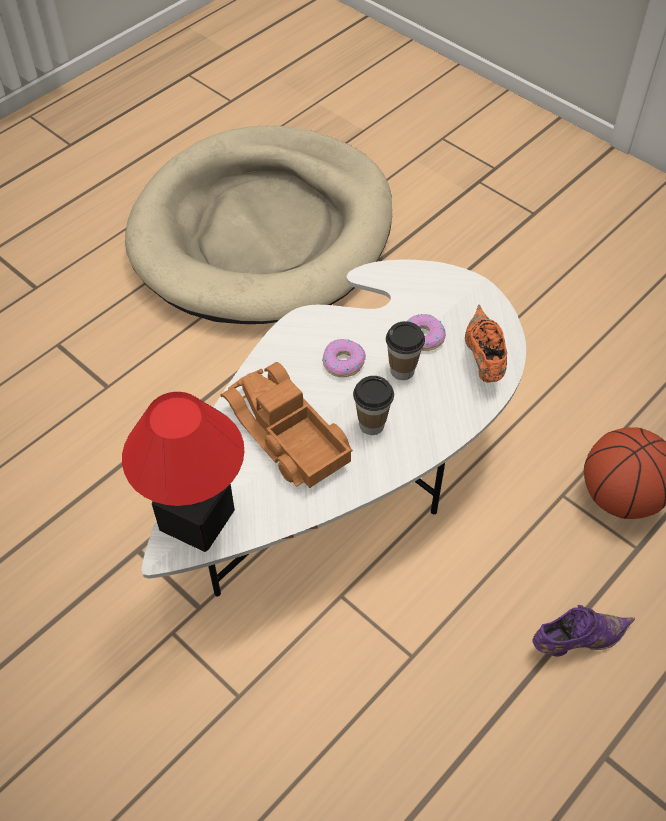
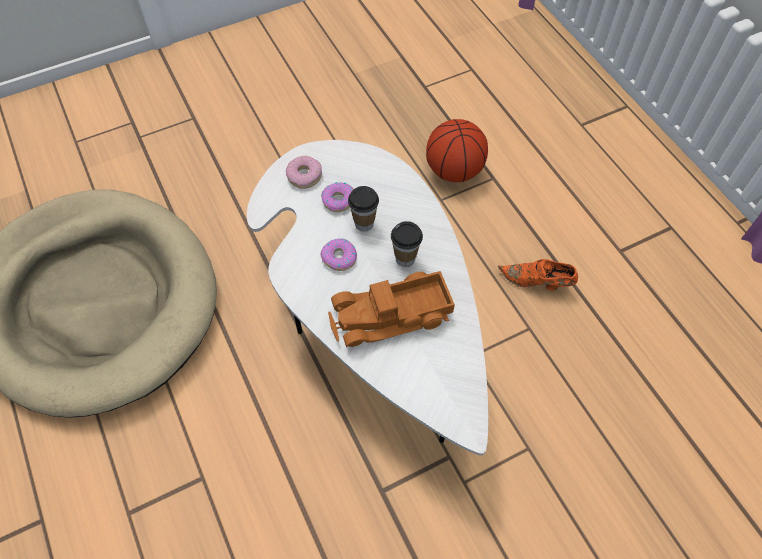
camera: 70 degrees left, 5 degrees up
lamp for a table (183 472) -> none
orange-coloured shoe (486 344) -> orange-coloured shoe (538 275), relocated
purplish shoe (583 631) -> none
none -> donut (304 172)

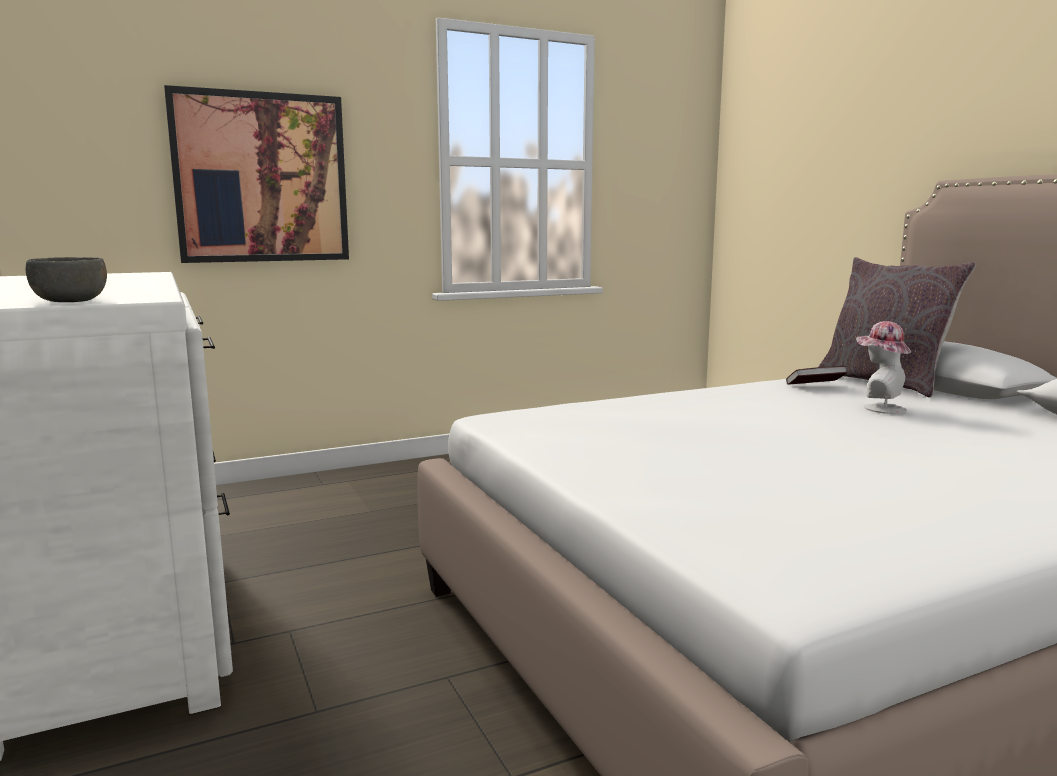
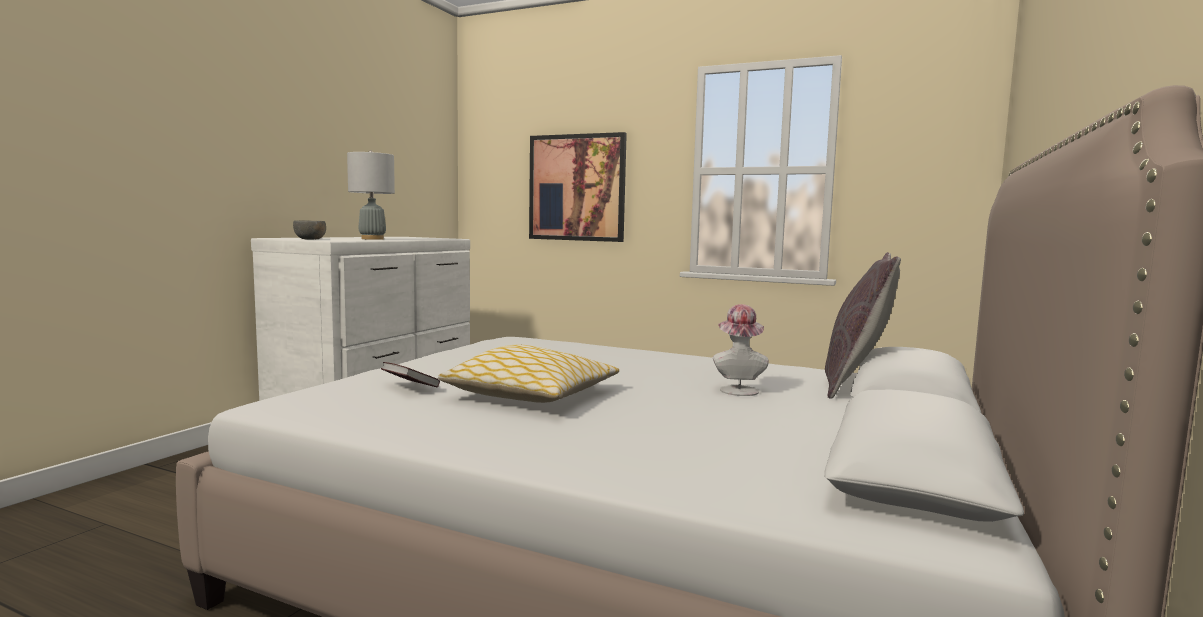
camera: 50 degrees right, 5 degrees down
bound book (817 375) -> bound book (410 374), relocated
none -> grey lamp for a table (371 195)
none -> throw pillow (528 374)

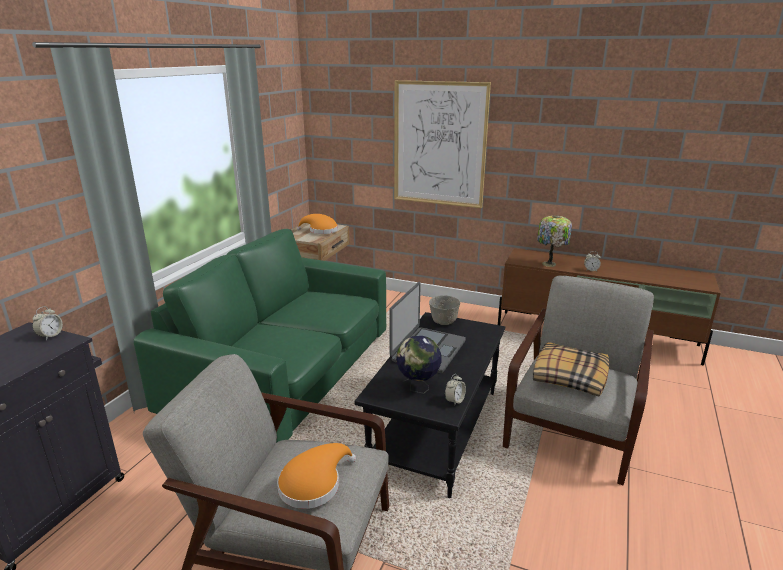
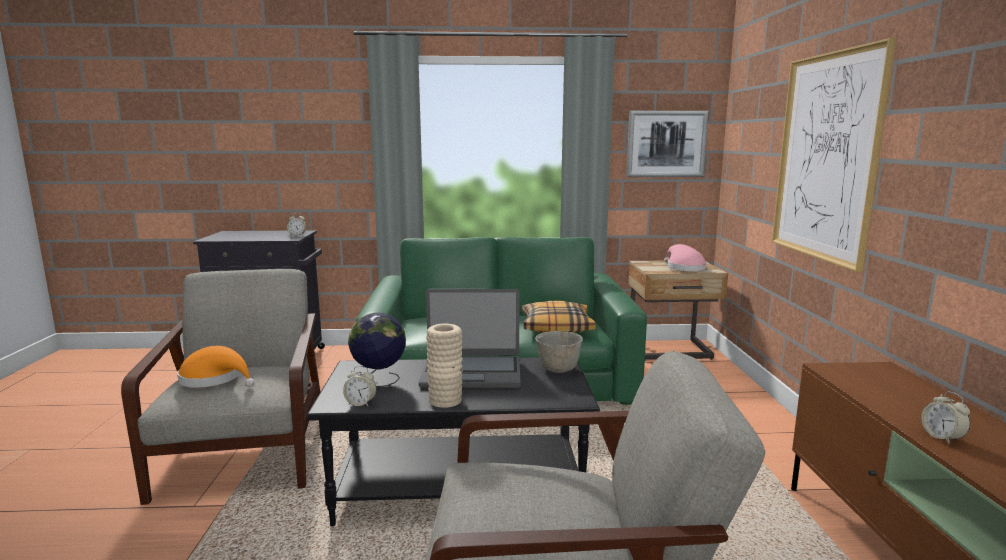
camera: 65 degrees right, 10 degrees down
orange-coloured wearable hat (317 224) -> pink-coloured wearable hat (685 257)
throw pillow (571 369) -> throw pillow (559 317), relocated
lamp for a table (554 241) -> none
none -> beige-coloured decorative vase (444 366)
none -> wall picture (667 144)

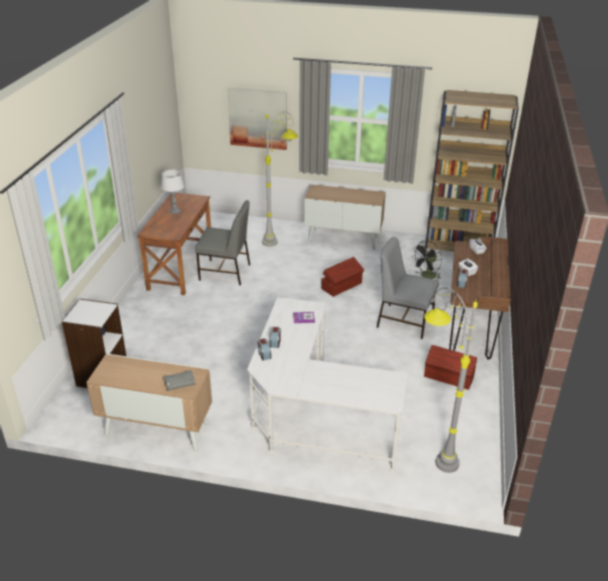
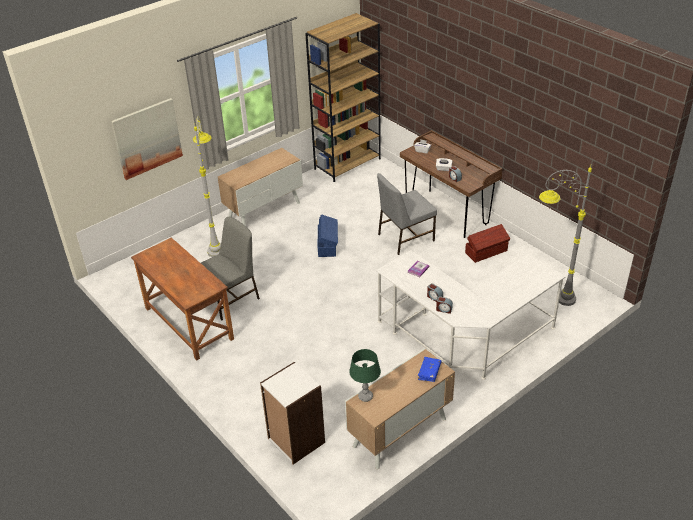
camera: 50 degrees left, 5 degrees up
white-coloured lamp for a table (172 192) -> none
grey bound book (179 380) -> blue bound book (429 369)
brown storage box (342 277) -> blue storage box (328 235)
black fan (426 260) -> none
none -> green-coloured lamp for a table (365 375)

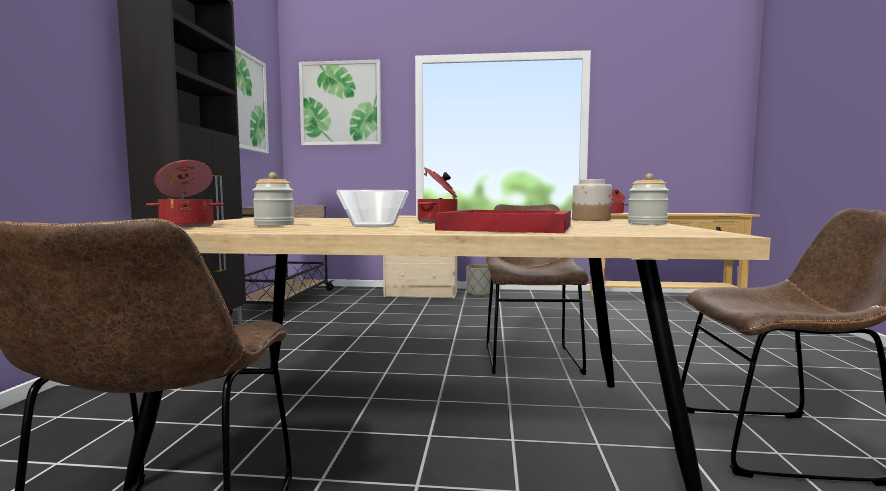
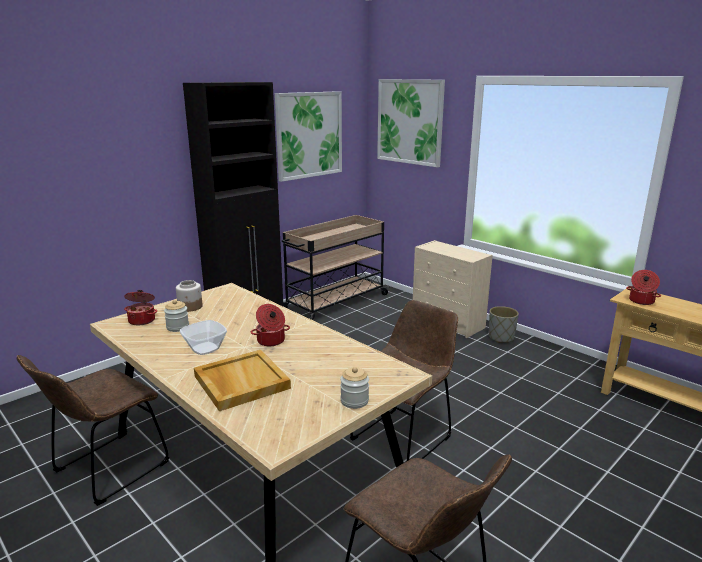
camera: 40 degrees right, 15 degrees up
reddish serving tray (503 221) -> beige-coloured serving tray (242 380)
storage jar (592 200) -> storage jar (189 296), relocated

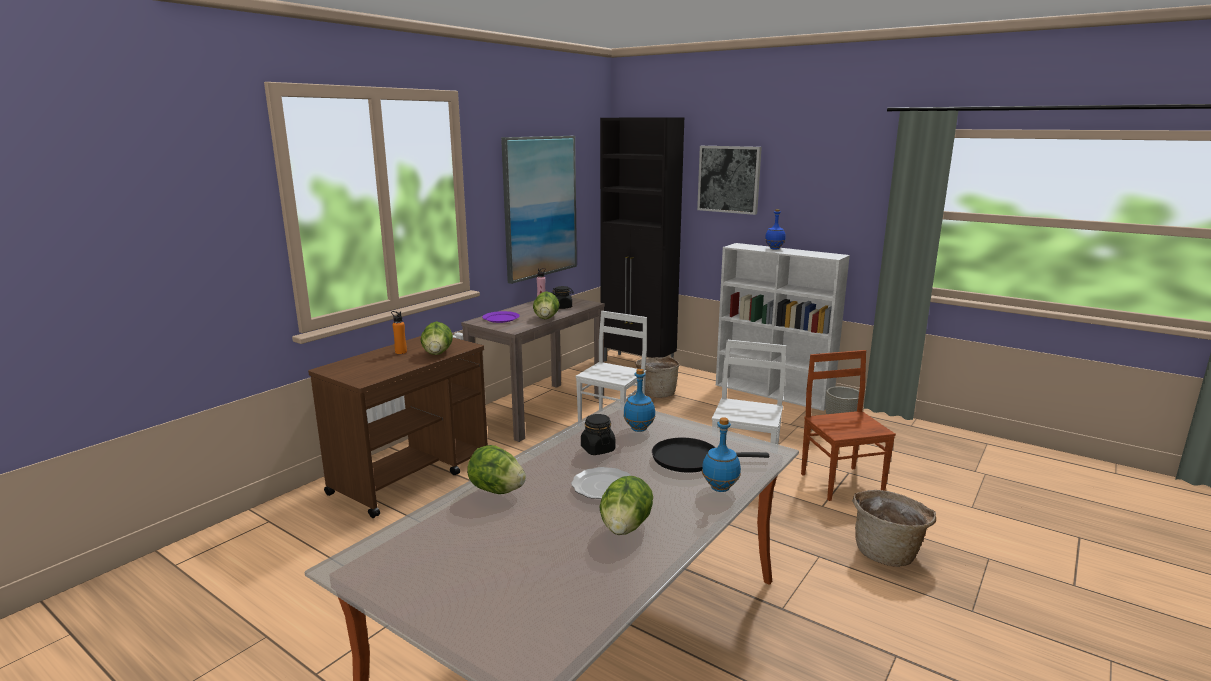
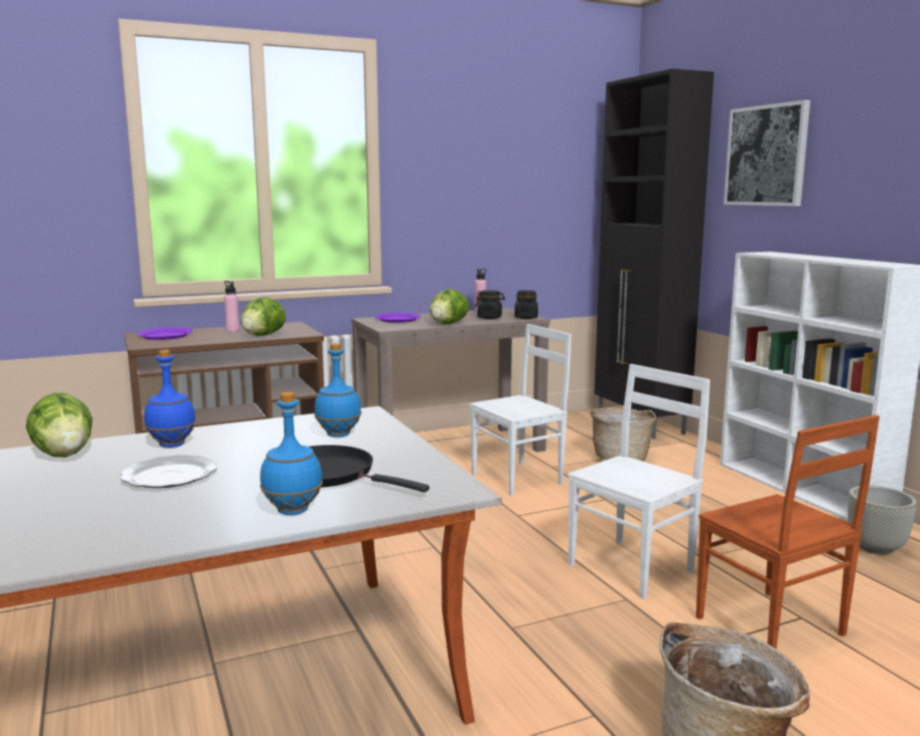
camera: 30 degrees right, 5 degrees down
orange-coloured beverage bottle (399 332) -> pink-coloured beverage bottle (232 306)
wall picture (539 210) -> none
black storage jar (598 434) -> black storage jar (526 304), relocated
head of lettuce (626 505) -> none
blue beverage bottle (775 229) -> blue beverage bottle (170 399), relocated
brown upright chair (848 425) -> brown upright chair (788 532), 135 degrees clockwise
none -> purplish dinner plate (164 334)

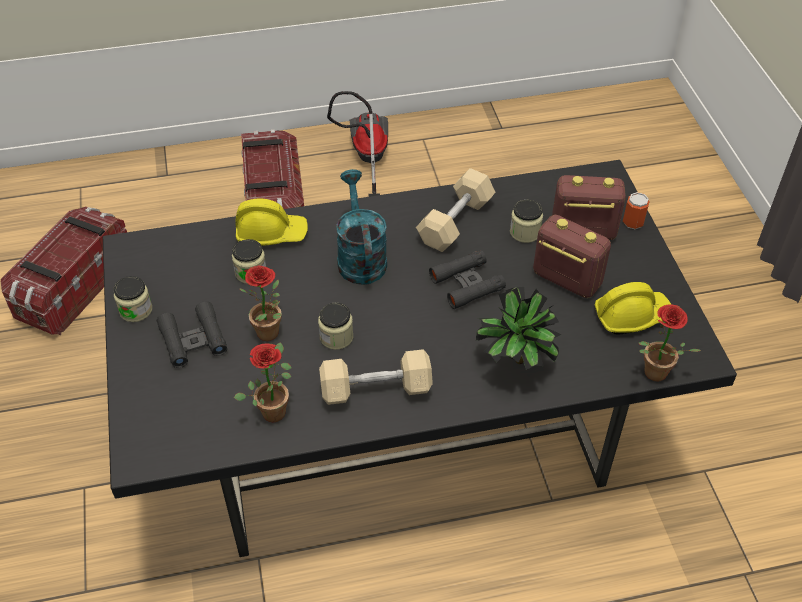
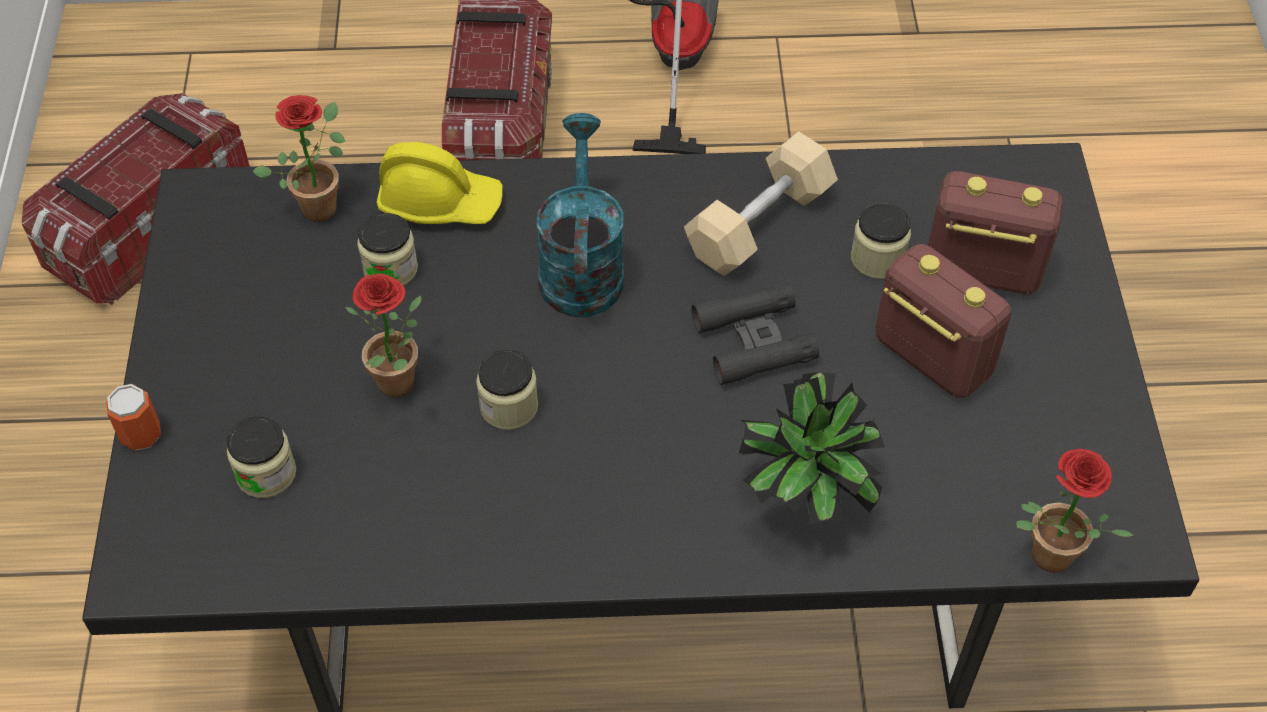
camera: 10 degrees right, 5 degrees up
storage jar (133 299) -> storage jar (261 457), relocated
black field glasses (192 334) -> none
potted plant (262 382) -> potted plant (299 158), relocated
beige-coloured free weight (376 377) -> none
yellow hard hat (633 308) -> none
can (636 210) -> can (133 417), relocated

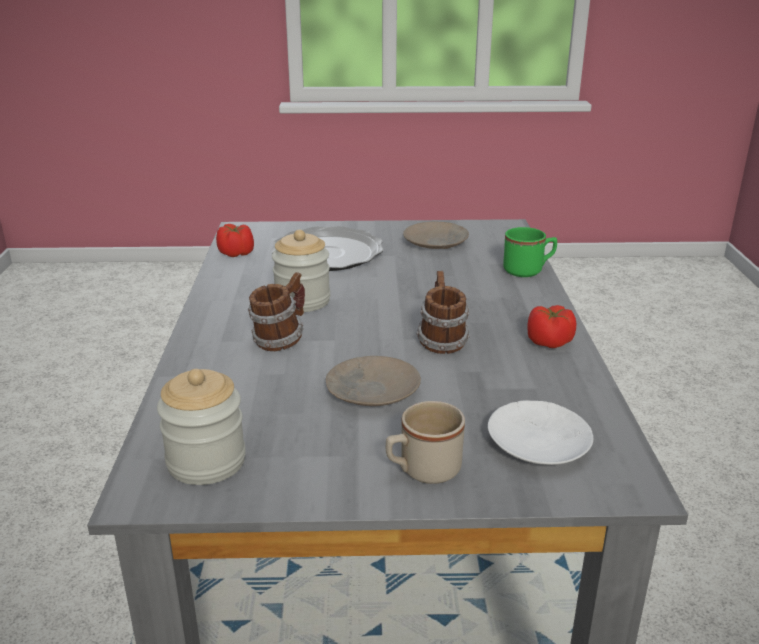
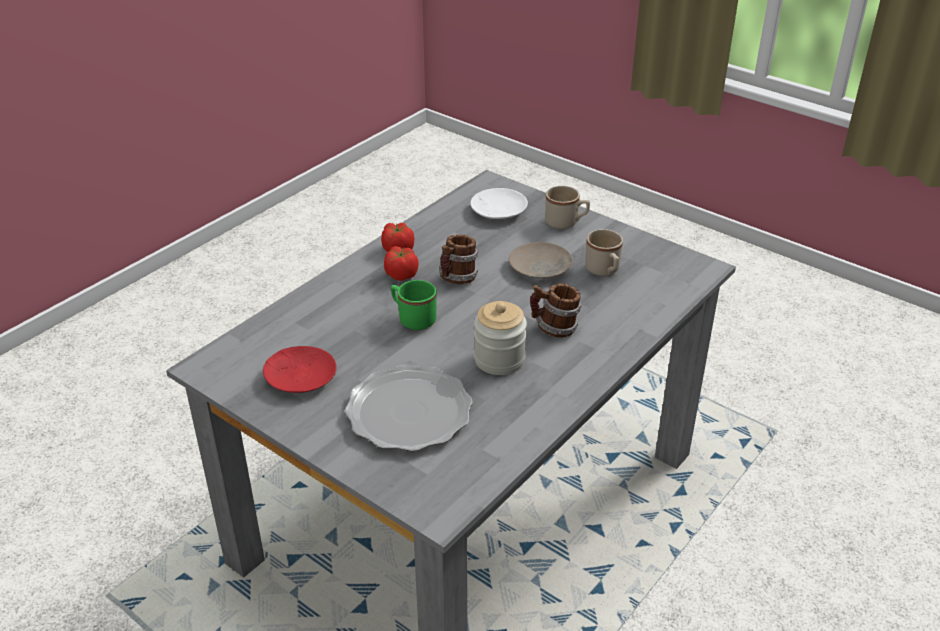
camera: 140 degrees left, 10 degrees up
storage jar (201 427) -> none
whole tomato (235 240) -> whole tomato (401 263), relocated
beige-coloured dinner plate (436 235) -> reddish dinner plate (299 369)
green-coloured tea mug (530 252) -> green-coloured tea mug (414 305), relocated
none -> beige-coloured tea mug (604 252)

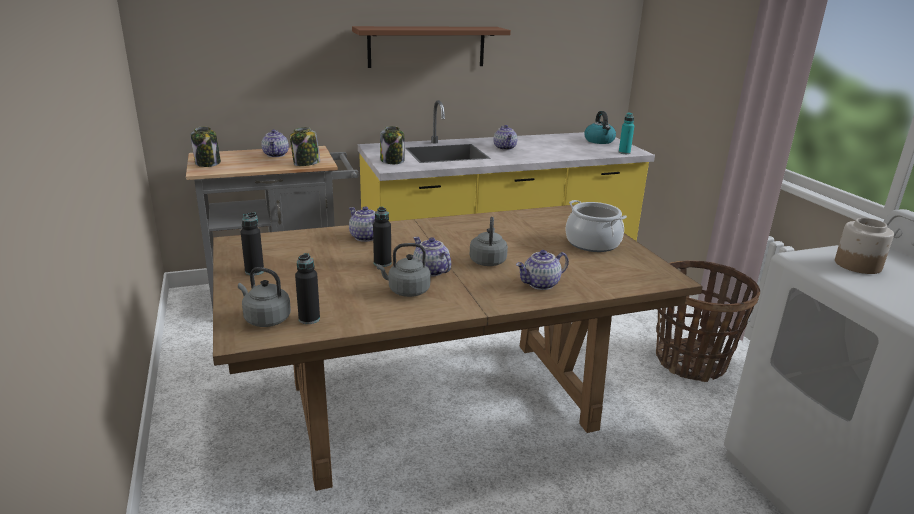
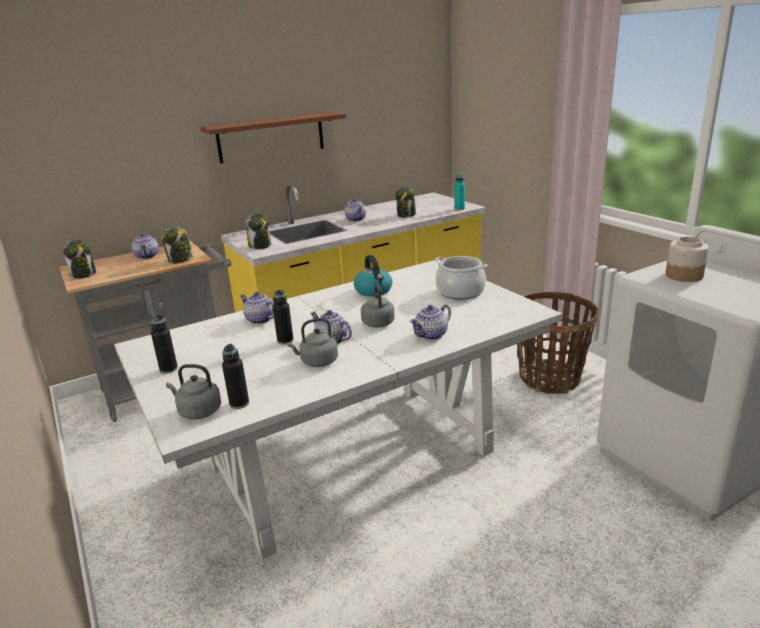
camera: 10 degrees left, 0 degrees up
brown dinner table (458 348) -> white-coloured dinner table (338 410)
tea kettle (600 127) -> tea kettle (373 276), relocated
none -> storage jar (406 202)

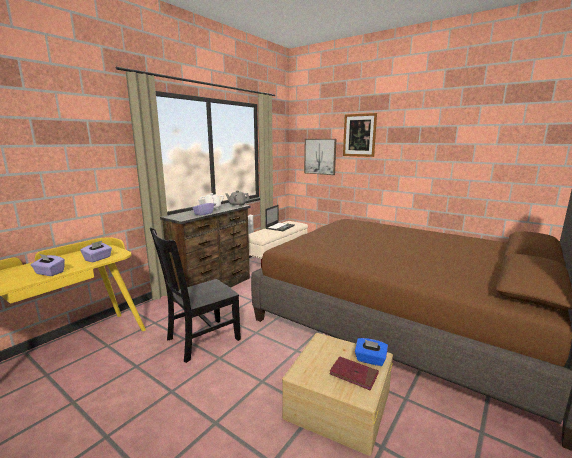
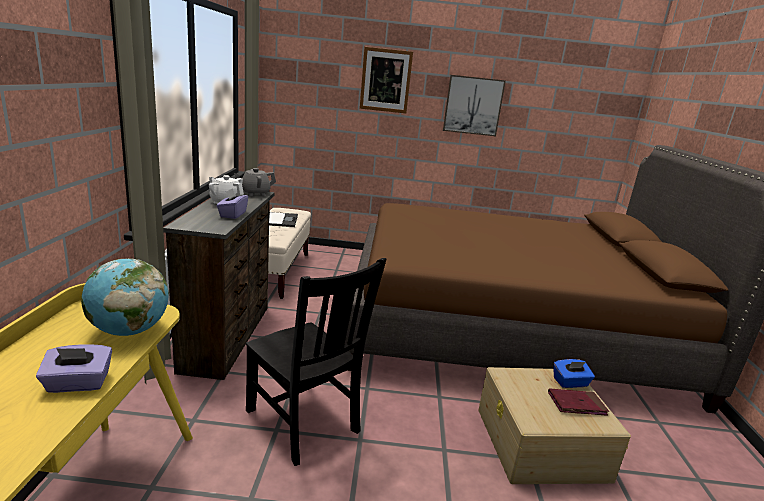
camera: 35 degrees left, 5 degrees up
purplish tissue box (96 251) -> desk globe (125 297)
black upright chair (195 295) -> black upright chair (316 362), 60 degrees counterclockwise
wall picture (320 157) -> wall picture (474 105), relocated

